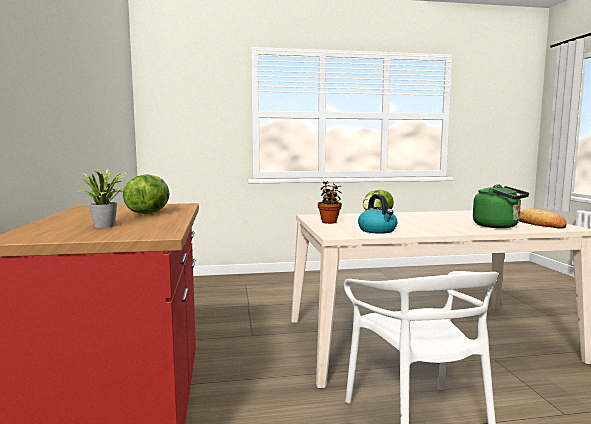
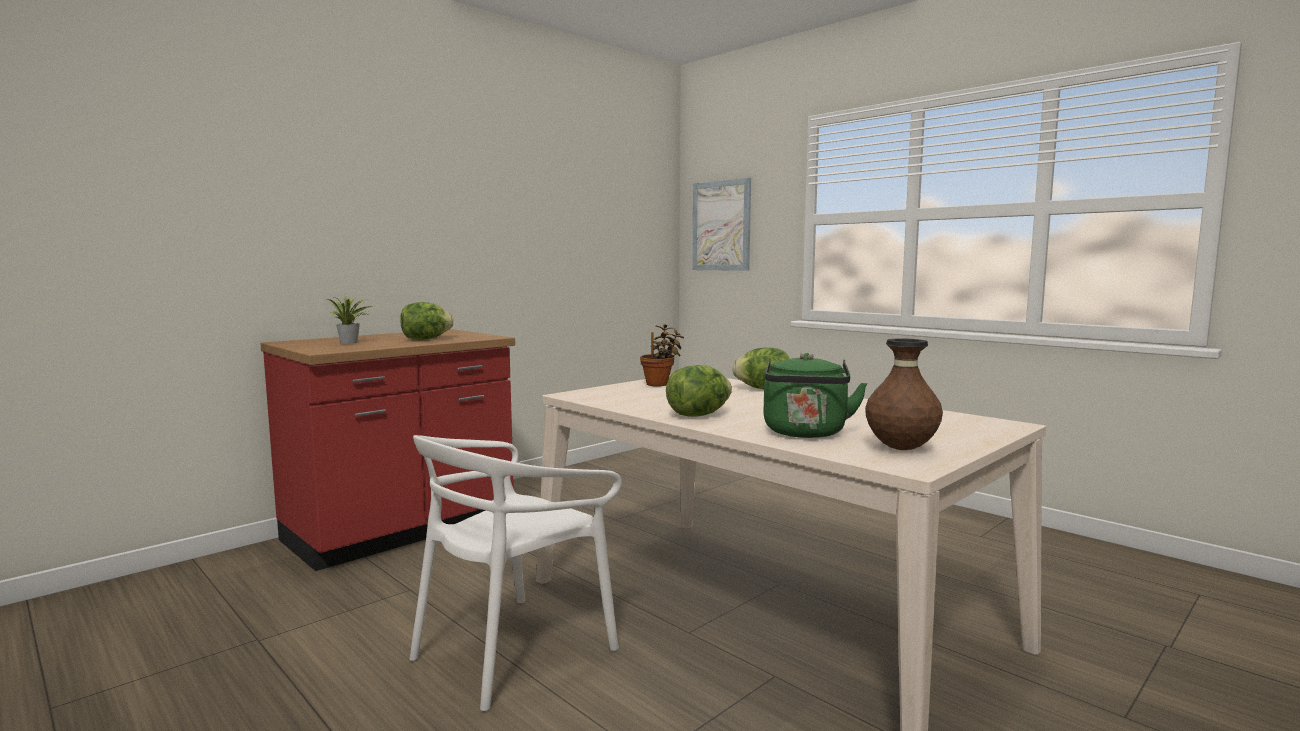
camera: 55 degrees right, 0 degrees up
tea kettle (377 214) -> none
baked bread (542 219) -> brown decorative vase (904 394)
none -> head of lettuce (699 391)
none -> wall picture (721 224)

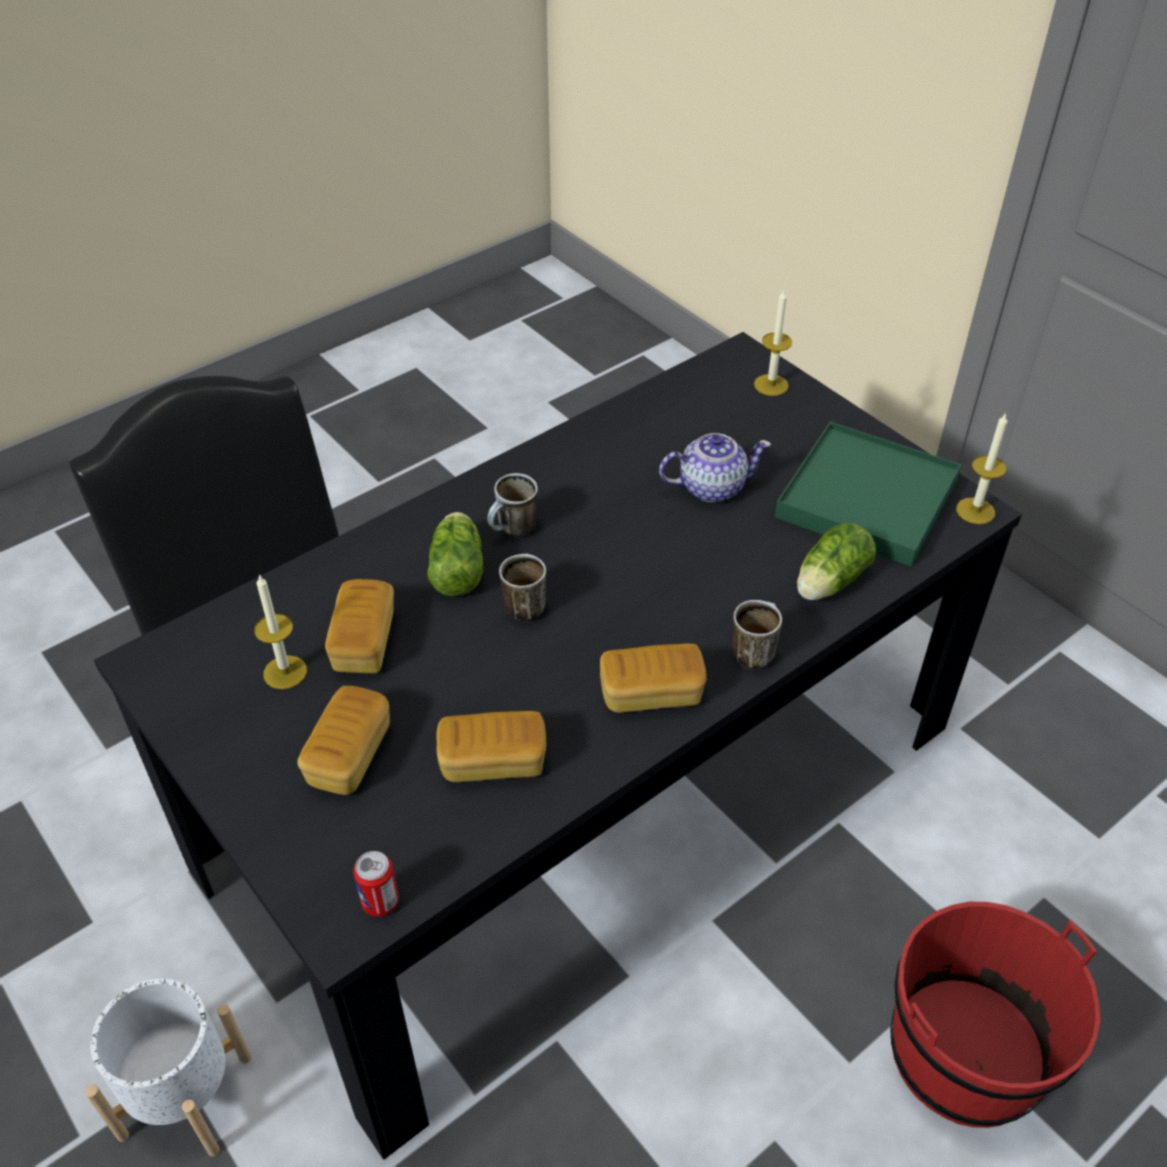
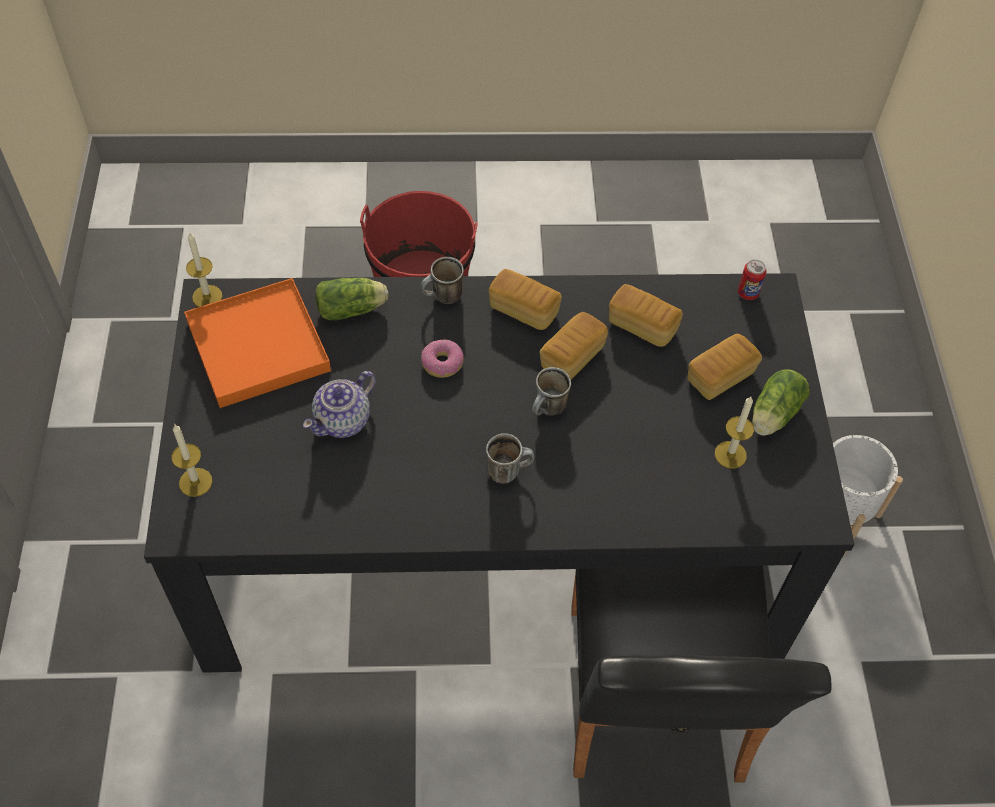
camera: 145 degrees left, 10 degrees up
baked bread (359 626) -> baked bread (574 345), relocated
head of lettuce (455 554) -> head of lettuce (781 402), relocated
teapot (715 467) -> teapot (339 404), 75 degrees counterclockwise
green-coloured serving tray (868 494) -> orange-coloured serving tray (257 343)
none -> donut (442 358)

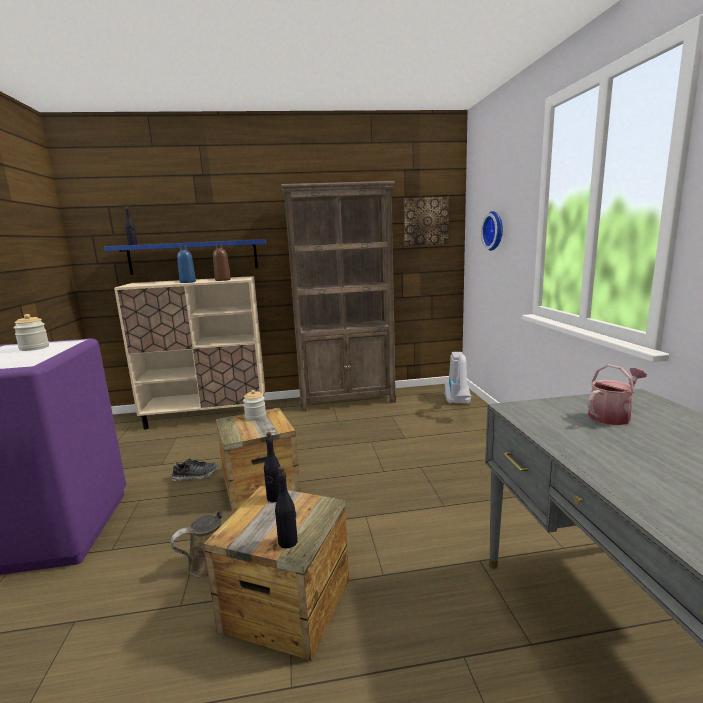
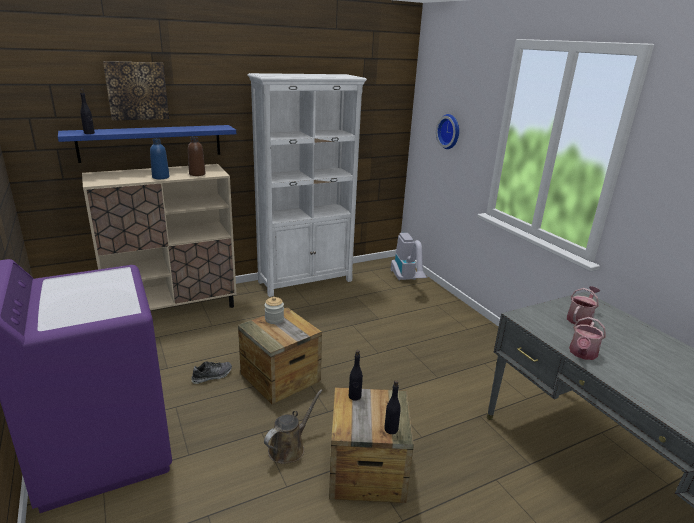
camera: 20 degrees left, 10 degrees up
storage jar (31 332) -> none
brown bookcase (338 296) -> white-coloured bookcase (307 185)
wall picture (426 221) -> wall picture (136 91), relocated
none -> watering can (587 338)

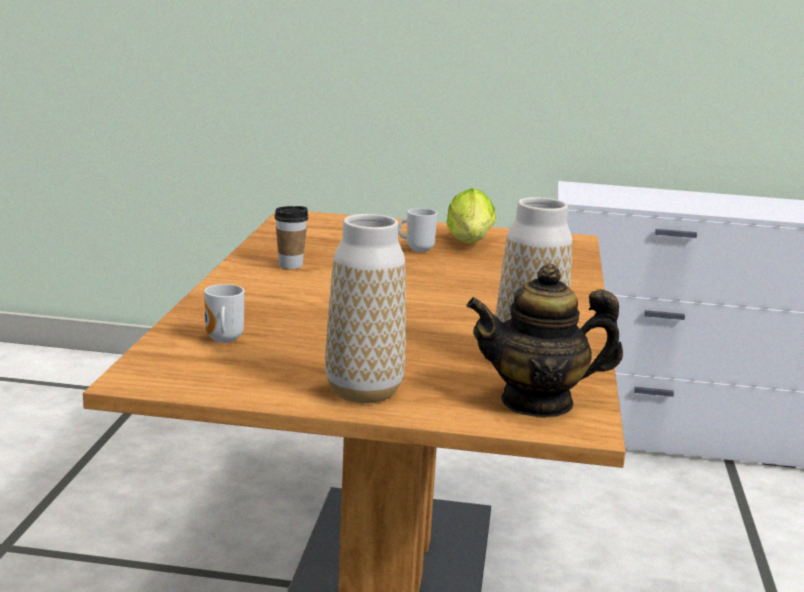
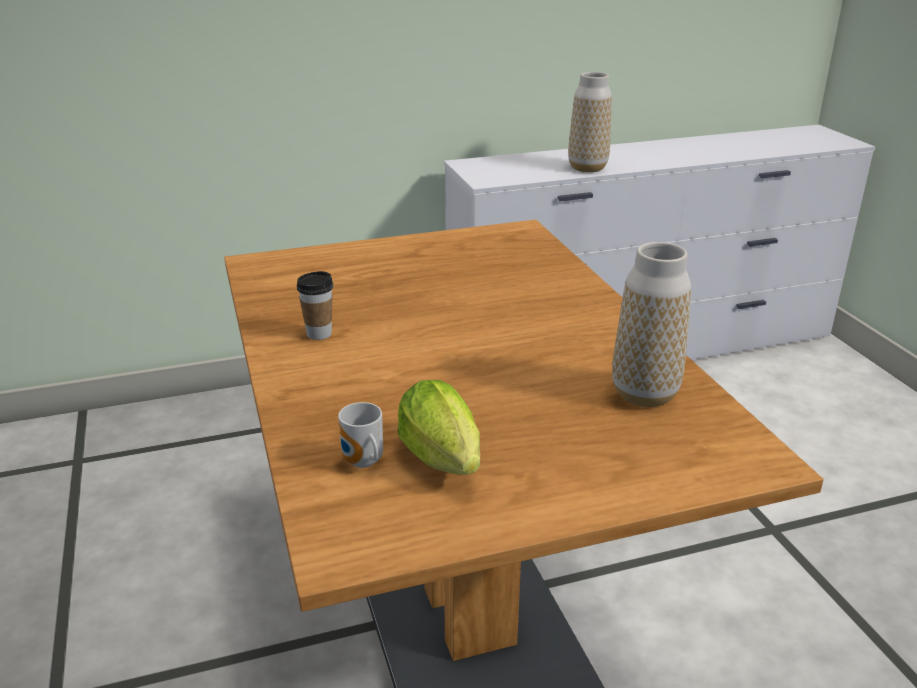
camera: 25 degrees left, 10 degrees up
decorative vase (365 309) -> decorative vase (590 122), relocated
tea mug (417 230) -> none
head of lettuce (471 215) -> head of lettuce (438 427), relocated
teapot (544 340) -> none

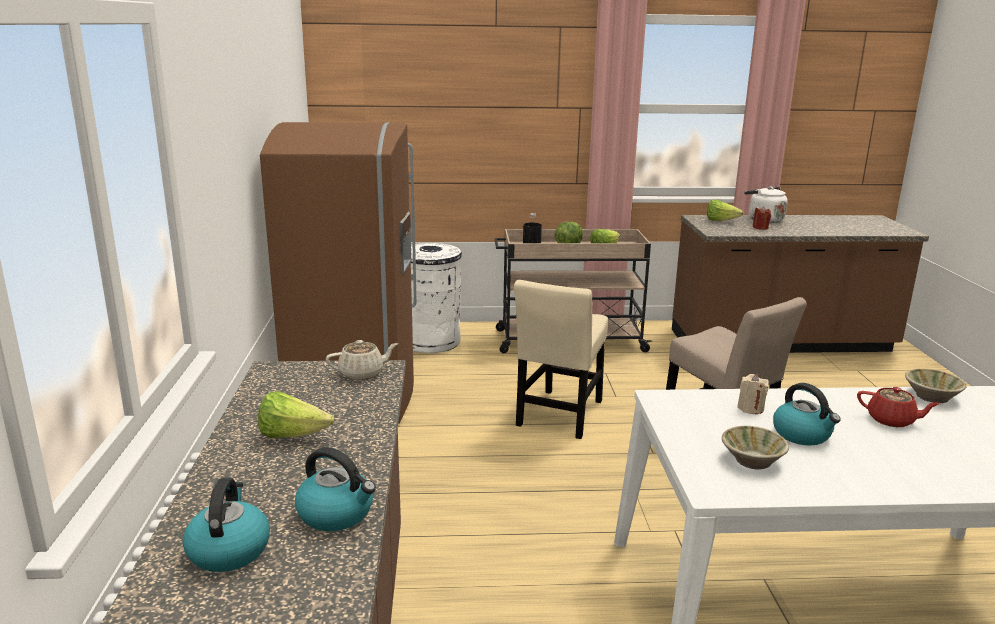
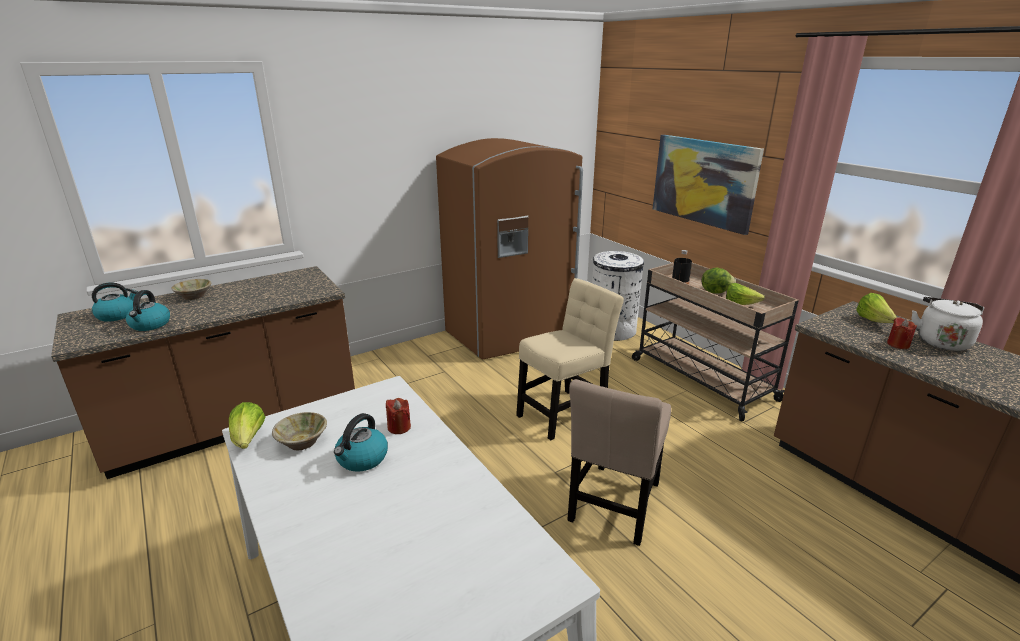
camera: 60 degrees right, 5 degrees up
head of lettuce (296 414) -> head of lettuce (247 425), relocated
beige-coloured teapot (362 360) -> none
beige-coloured upright chair (561 359) -> beige-coloured upright chair (570 359), 150 degrees clockwise
beige-coloured wax candle (753 394) -> reddish wax candle (398 416)
reddish teapot (898 407) -> none
beige-coloured serving bowl (935 386) -> beige-coloured serving bowl (191 289), relocated
none -> wall picture (708 185)

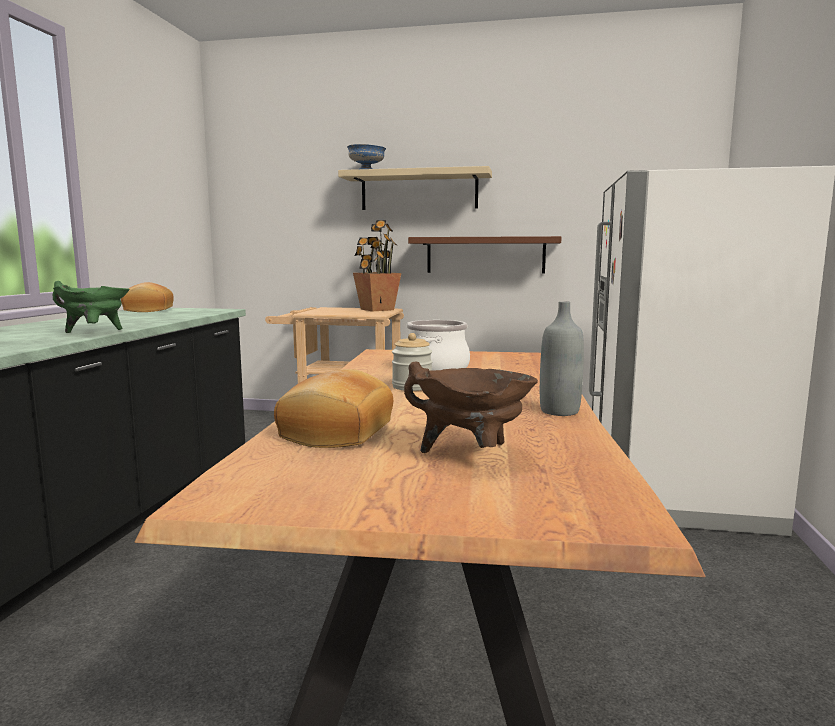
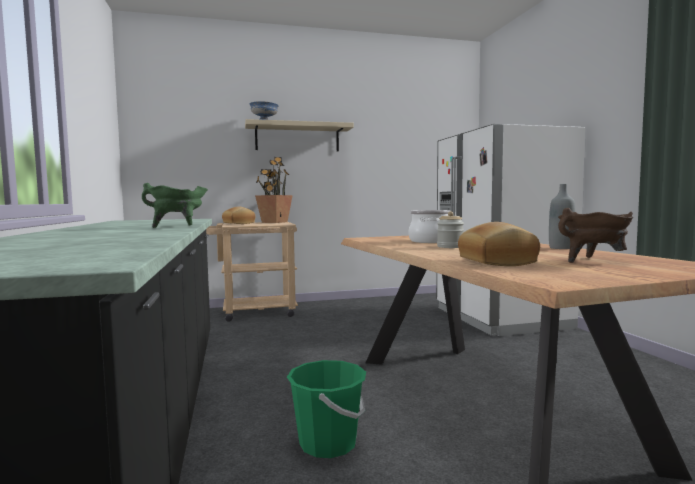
camera: 25 degrees left, 5 degrees down
baked bread (147 297) -> baked bread (239 215), relocated
brown bracket shelf (485 255) -> none
none -> green-coloured pail (326 409)

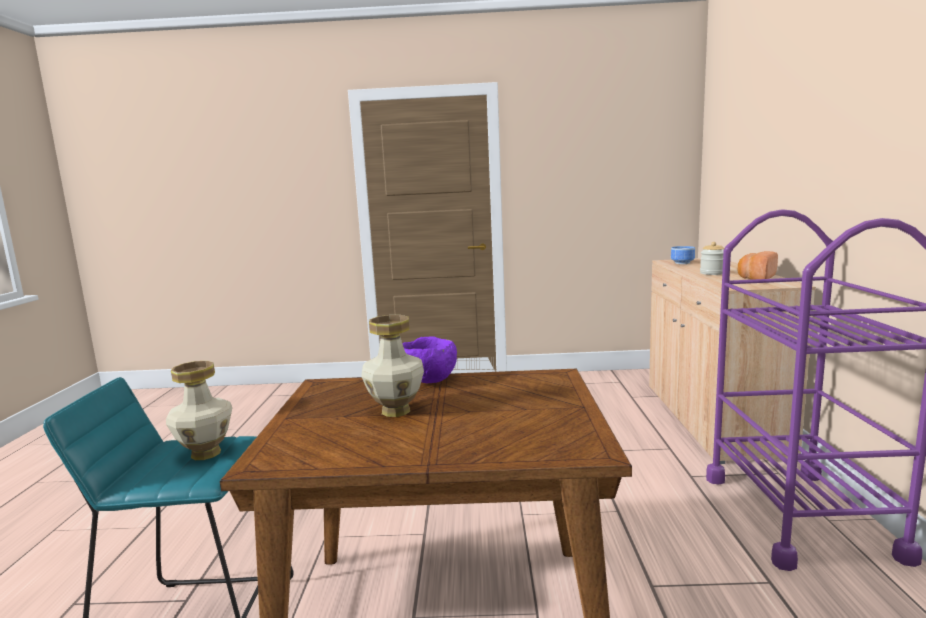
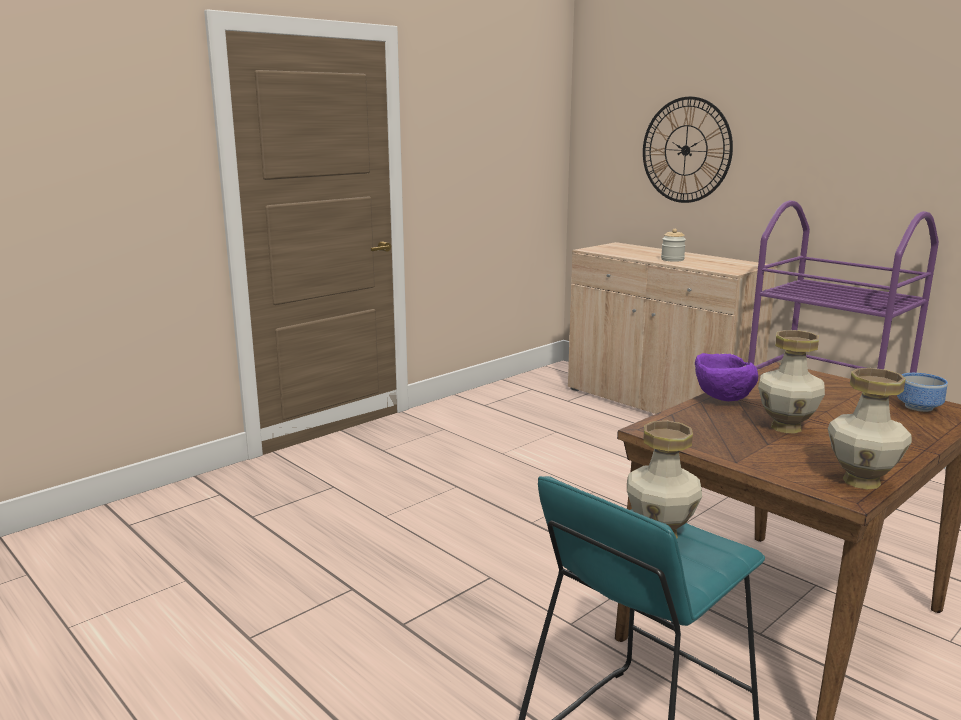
camera: 45 degrees left, 5 degrees up
serving bowl (683 255) -> serving bowl (922 392), relocated
baked bread (758 265) -> none
none -> hanging clock (688 150)
none -> decorative vase (870 428)

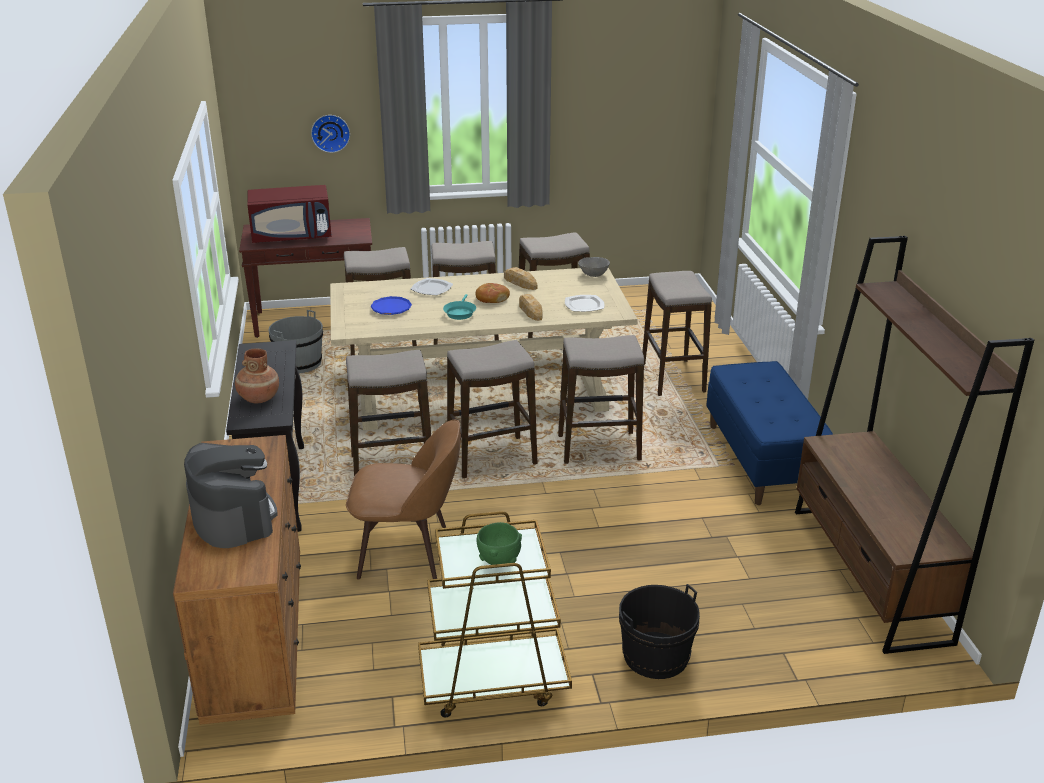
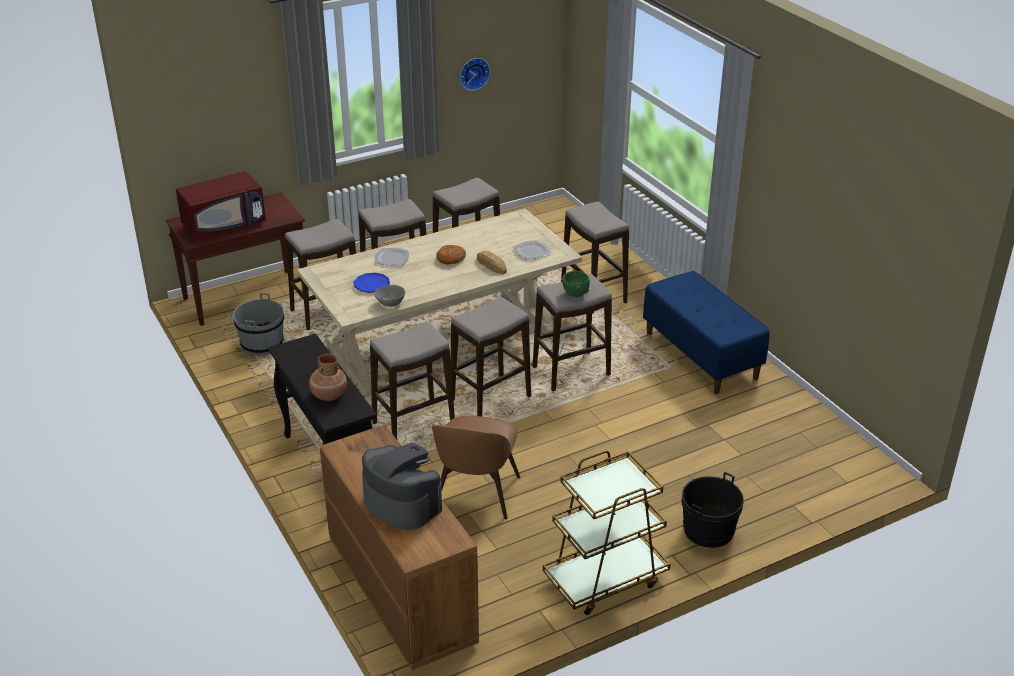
camera: 20 degrees left, 5 degrees up
hanging clock (330 134) -> hanging clock (475 74), relocated
brown upright chair (403 500) -> brown upright chair (476 467), 120 degrees clockwise
turquoise skillet (459 307) -> none
green-coloured serving bowl (499 543) -> green-coloured serving bowl (575 284), relocated
baked bread (521 278) -> none
grey serving bowl (594 267) -> grey serving bowl (390 296), relocated
brown bookcase (914 445) -> none

